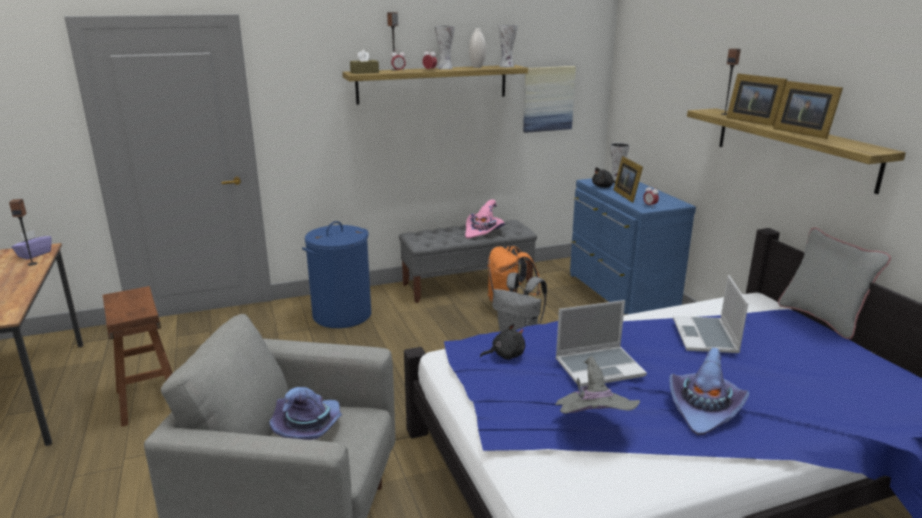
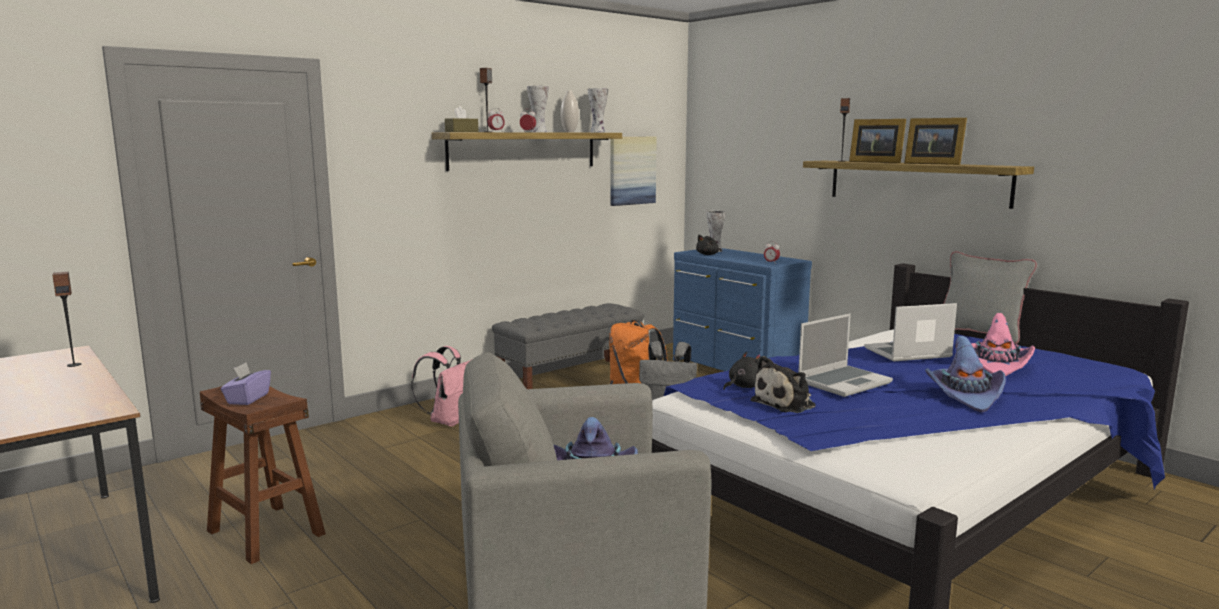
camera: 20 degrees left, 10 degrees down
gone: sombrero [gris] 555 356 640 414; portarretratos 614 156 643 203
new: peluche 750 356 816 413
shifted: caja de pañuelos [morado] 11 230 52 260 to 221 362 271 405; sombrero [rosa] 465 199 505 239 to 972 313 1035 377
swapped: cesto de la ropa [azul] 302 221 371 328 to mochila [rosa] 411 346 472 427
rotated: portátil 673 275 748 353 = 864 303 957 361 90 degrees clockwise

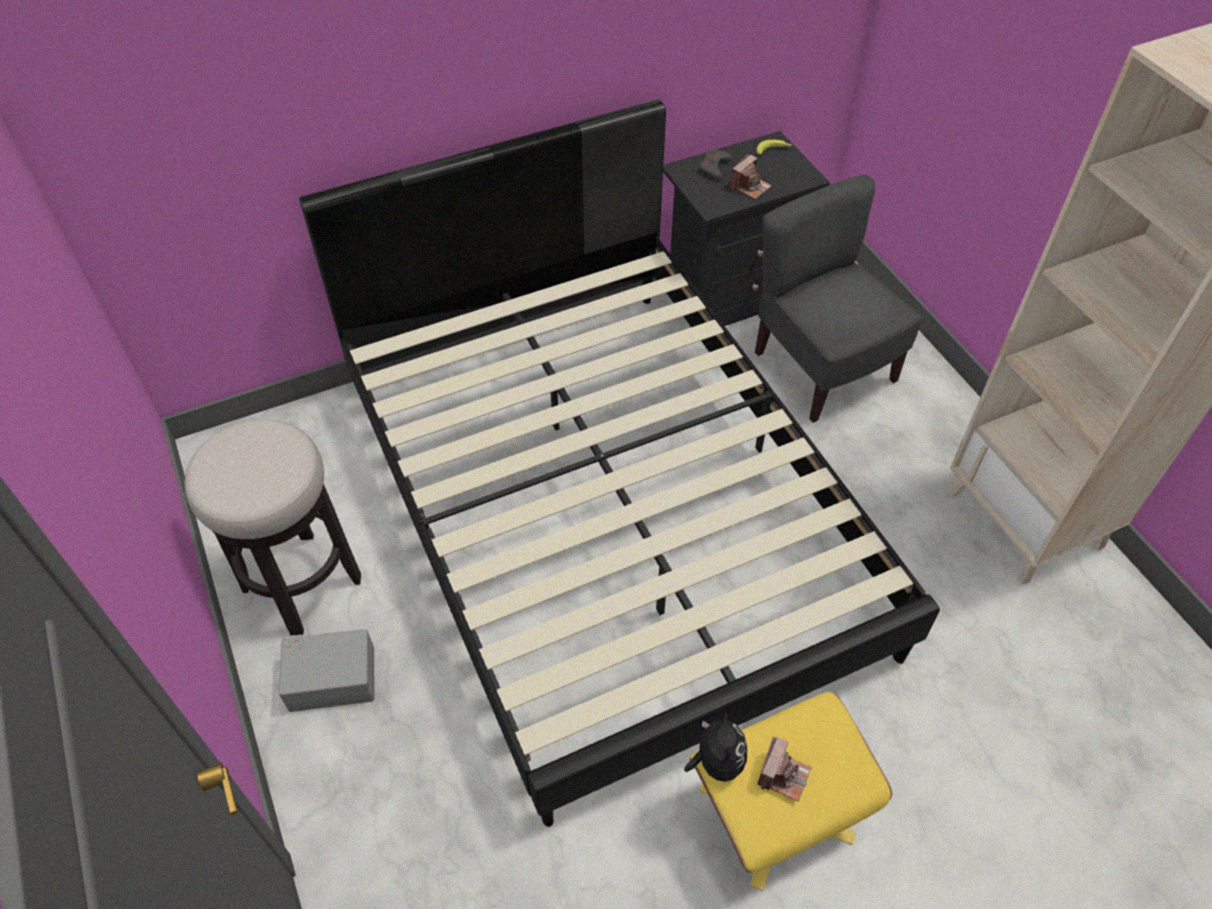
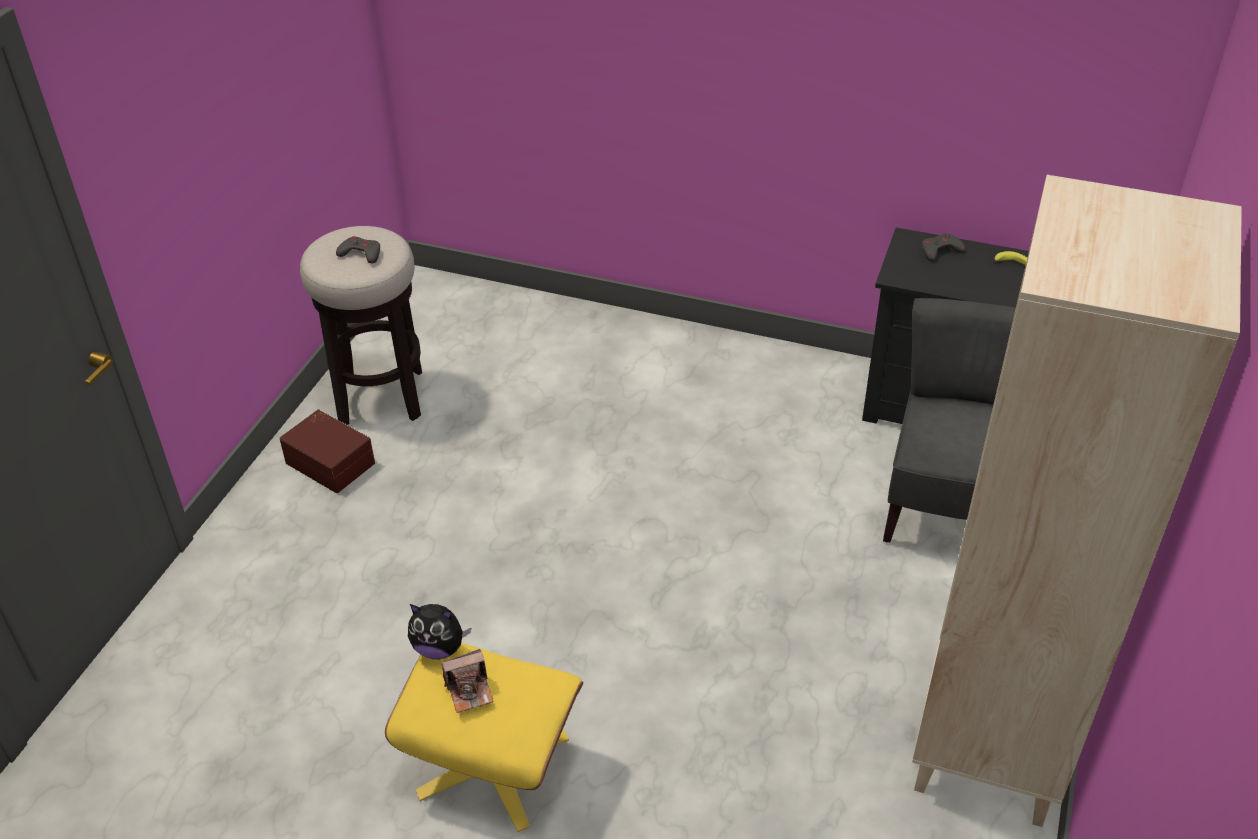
camera: 45 degrees right, 10 degrees down
gone: cama [negro] 299 99 940 827; cámara 730 154 772 199
new: mando de consola [gris] 336 236 380 264
repainted: caja de almacenaje [gris] 279 629 374 712 to caja de almacenaje [marrón] 280 410 375 493
rotated: peluche 684 712 747 782 = 408 604 471 659 60 degrees clockwise

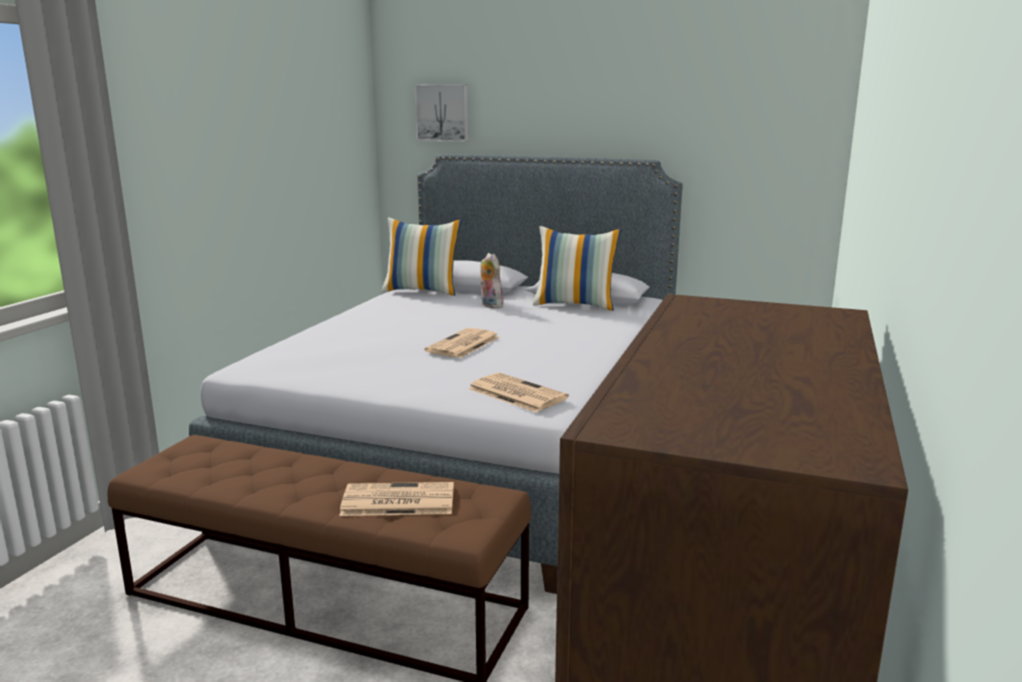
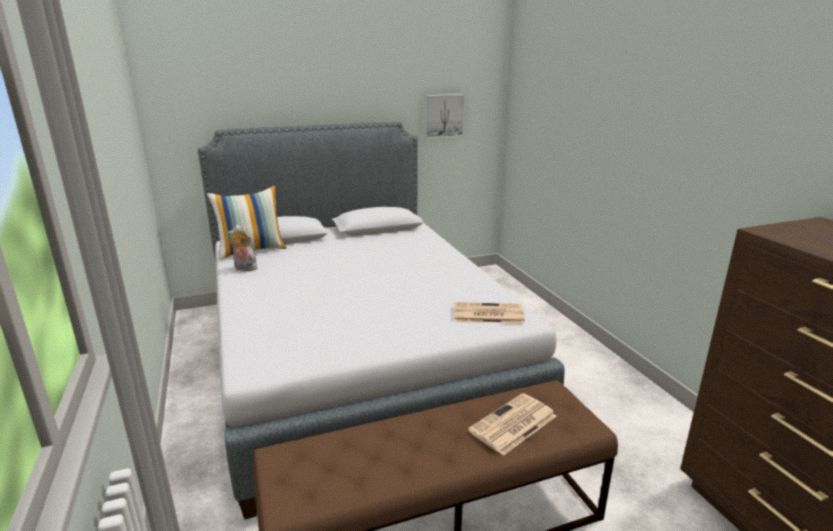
camera: 40 degrees left, 5 degrees up
gone: periódico 424 328 499 358; cojín 533 226 621 311
shifted: cuadro 415 84 469 142 to 424 94 465 139; peluche 480 253 504 308 to 227 225 258 271

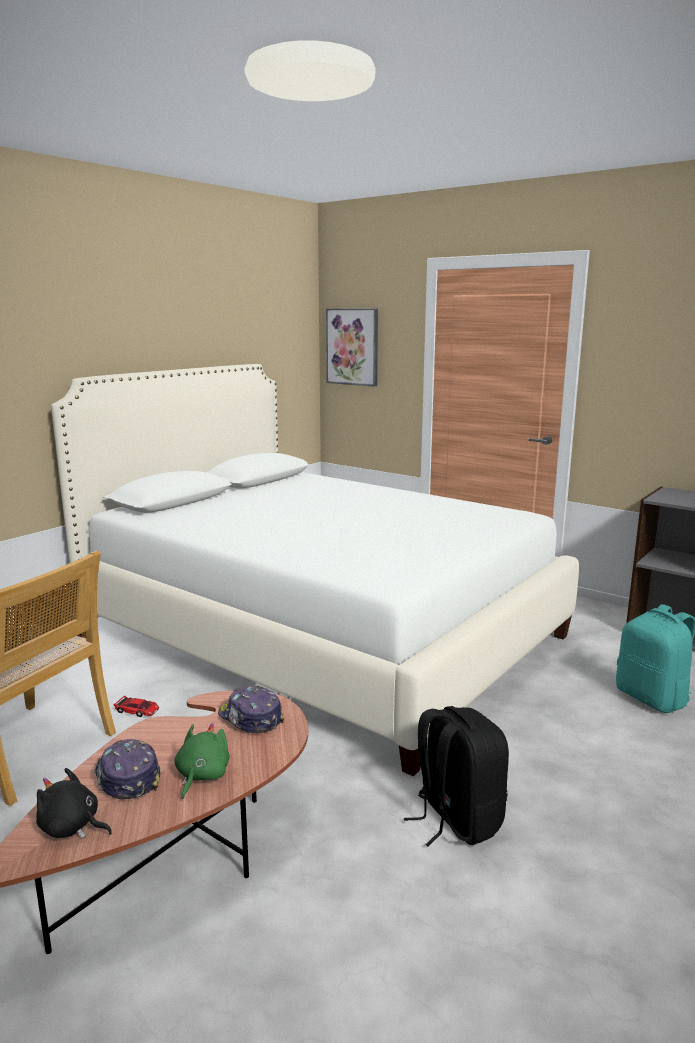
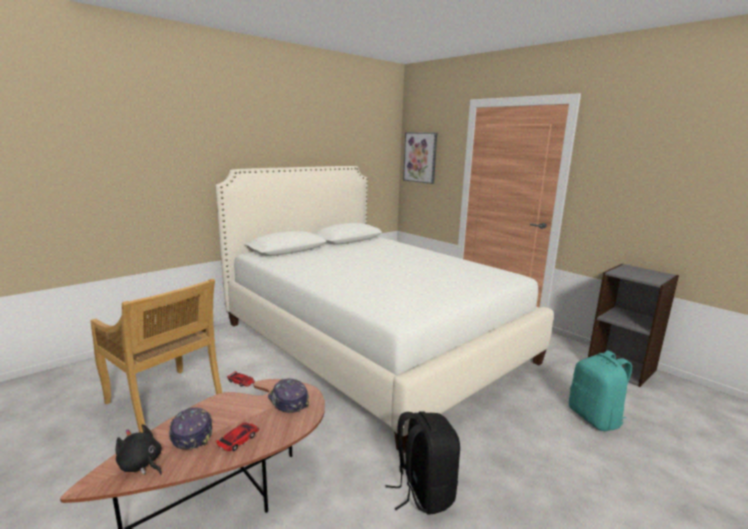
camera: 10 degrees right, 0 degrees up
swapped: peluche [verde] 174 723 230 799 to coche de juguete 216 422 259 451

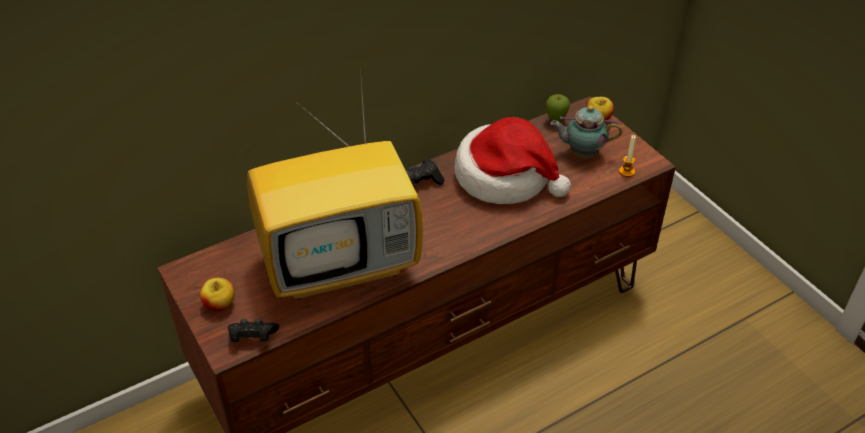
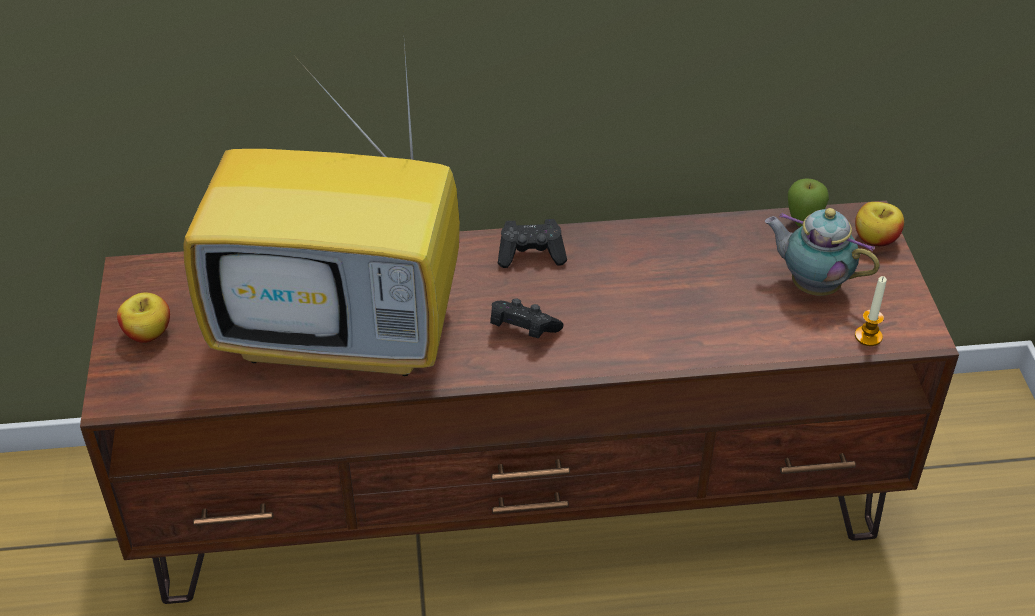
camera: 25 degrees right, 0 degrees up
gone: sombrero 454 117 571 204
shifted: mando de consola [negro] 228 319 279 342 to 490 298 564 338

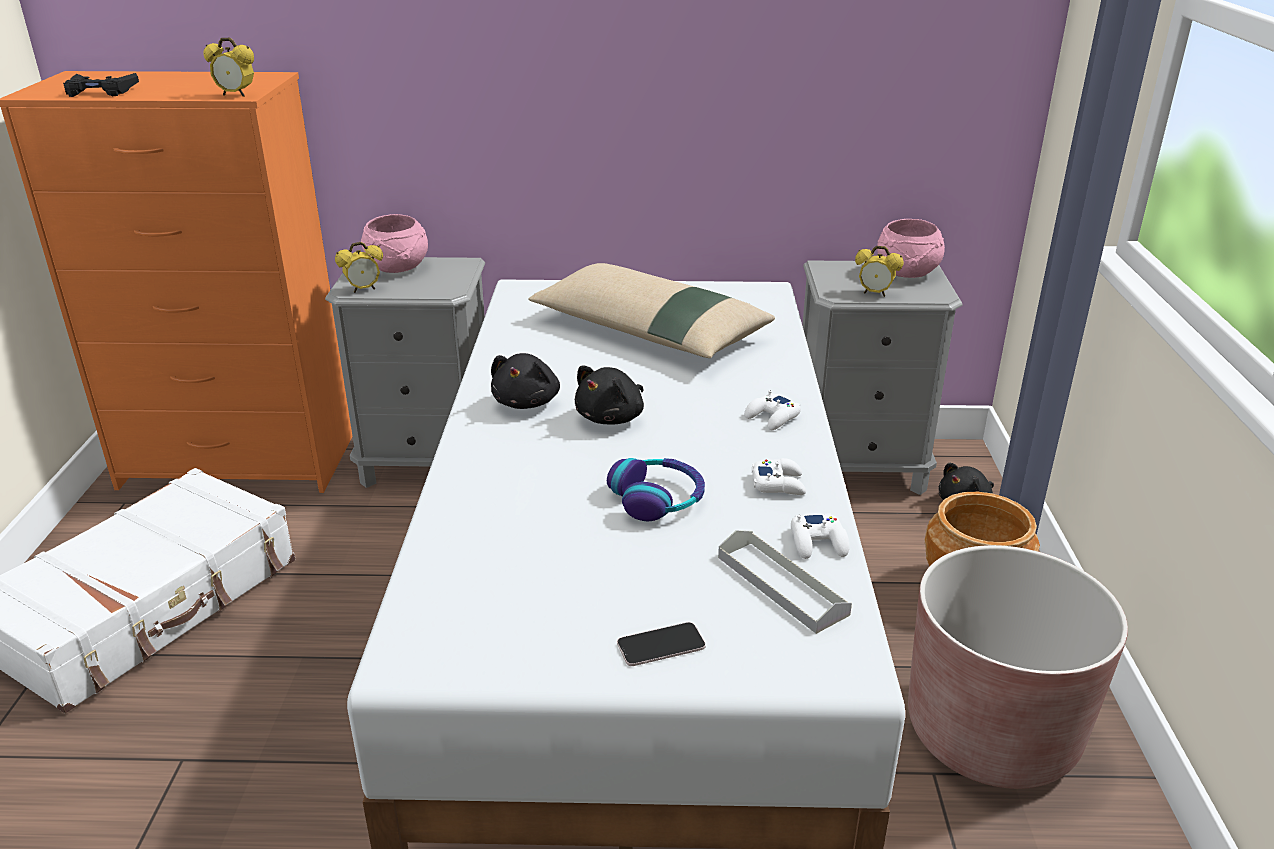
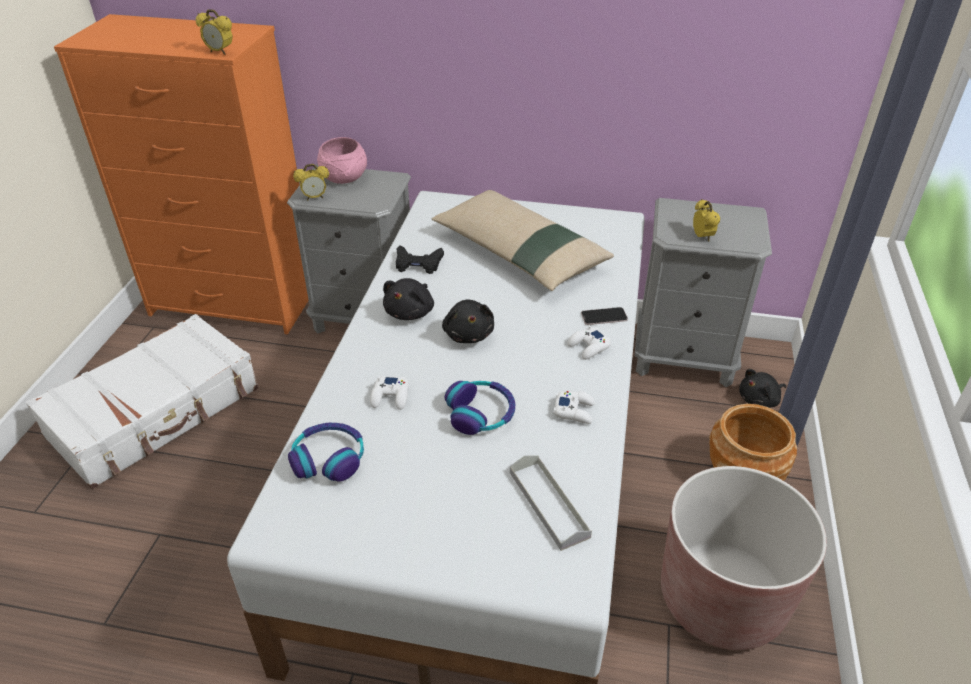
camera: 10 degrees right, 10 degrees up
gone: cuenco [rosa] 877 219 945 278
new: auriculares 288 423 364 482
shifted: mando de consola [negro] 63 73 139 97 to 396 245 444 274; móvil 617 622 706 666 to 581 307 628 325; mando de consola [blanco] 791 513 850 559 to 370 376 409 410
rotated: peluche [negro] 575 365 644 425 = 442 300 494 343 60 degrees counterclockwise; despertador 855 246 904 297 = 693 199 720 242 135 degrees counterclockwise

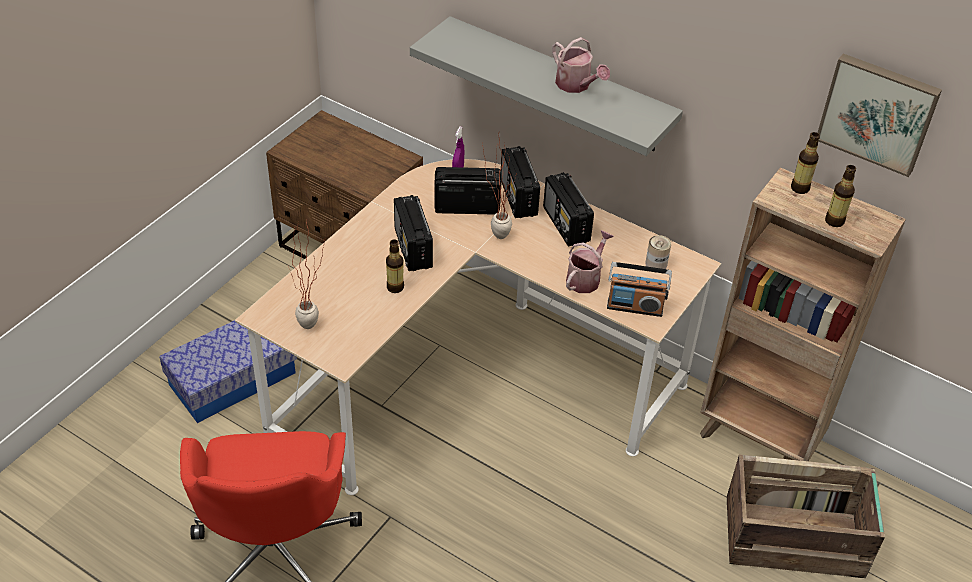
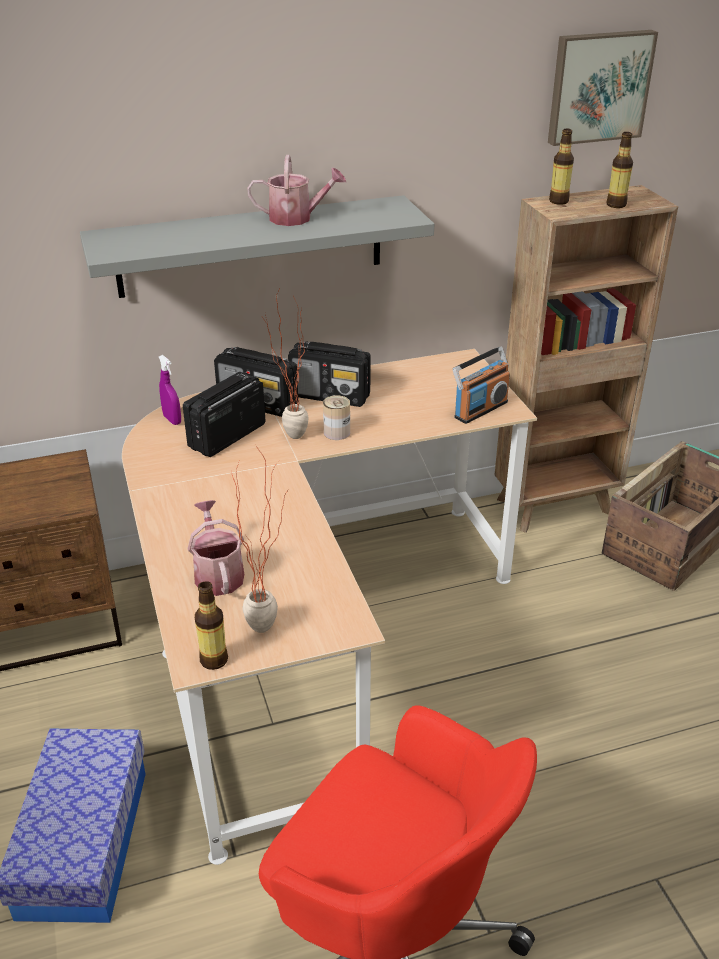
camera: 50 degrees left, 10 degrees down
gone: radio 394 195 433 271
shifted: botella 386 239 404 293 to 195 581 228 670; regadera 566 230 614 293 to 187 500 244 596; lata 645 235 671 269 to 323 395 350 440

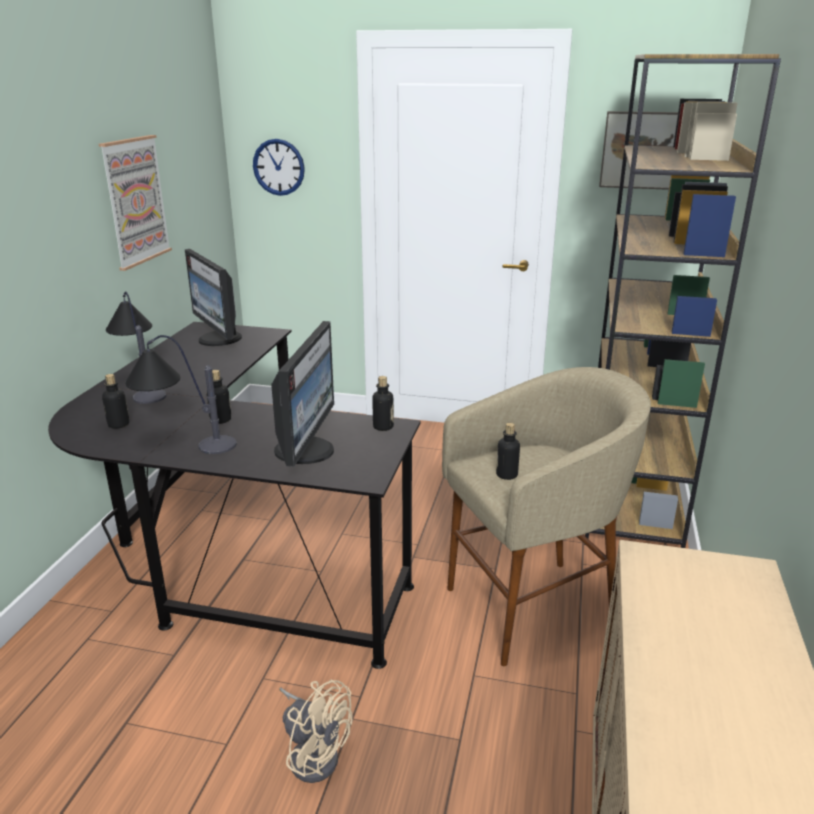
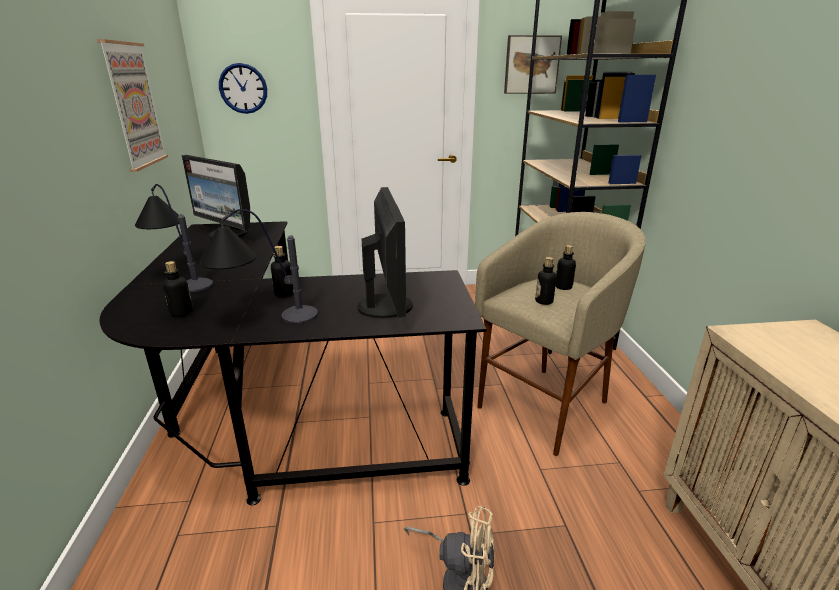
camera: 20 degrees left, 0 degrees up
shifted: botella 372 376 394 431 to 556 245 576 290

